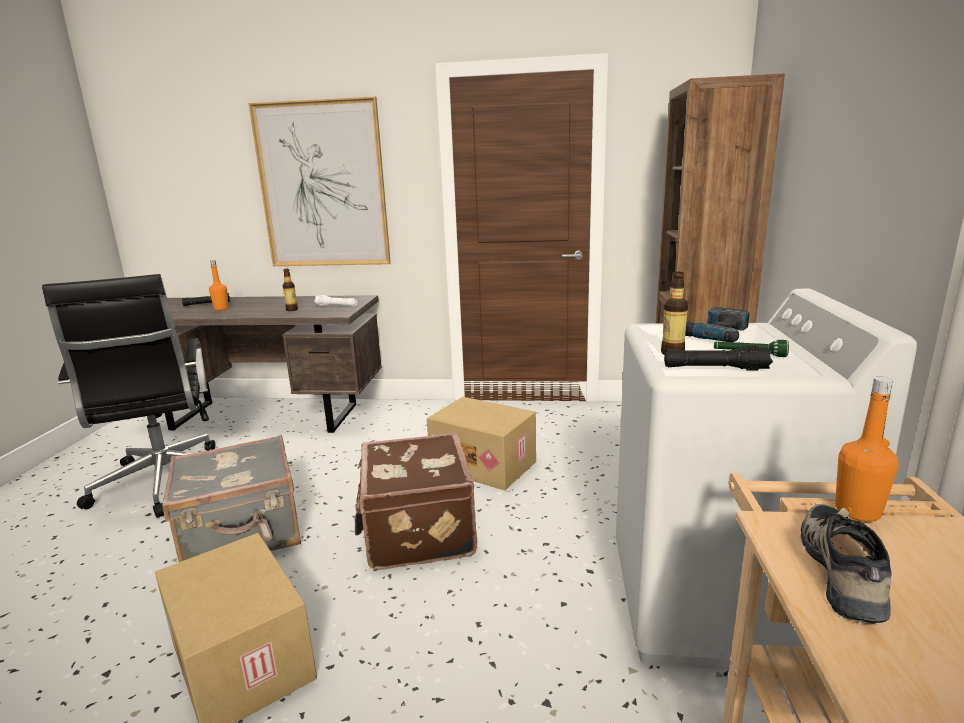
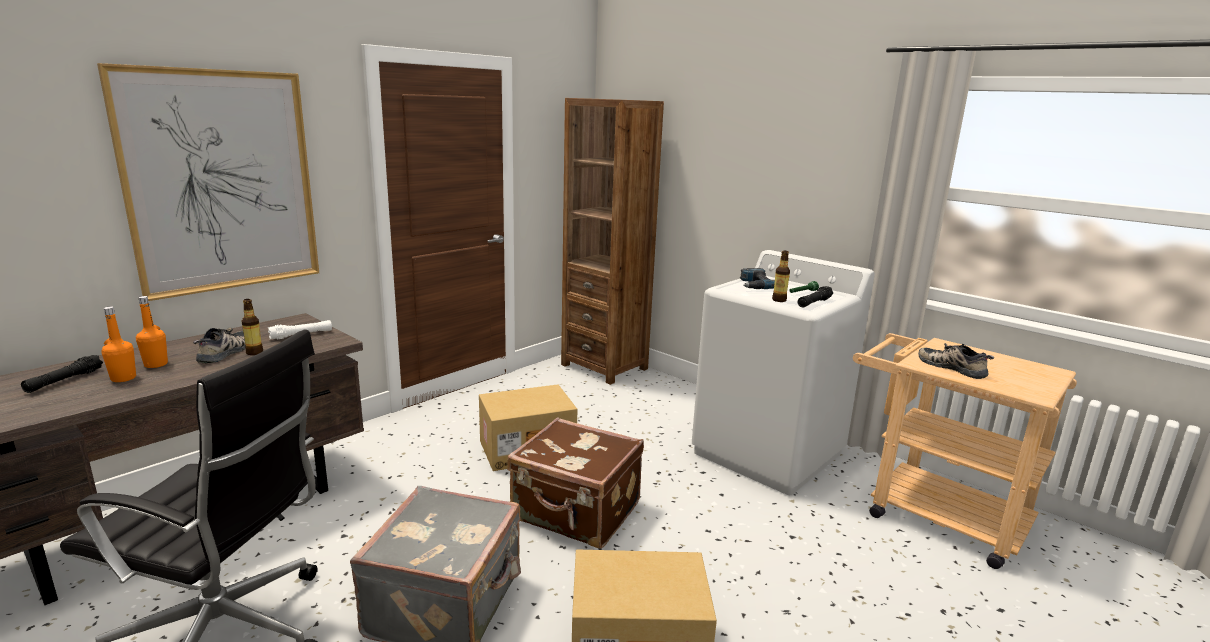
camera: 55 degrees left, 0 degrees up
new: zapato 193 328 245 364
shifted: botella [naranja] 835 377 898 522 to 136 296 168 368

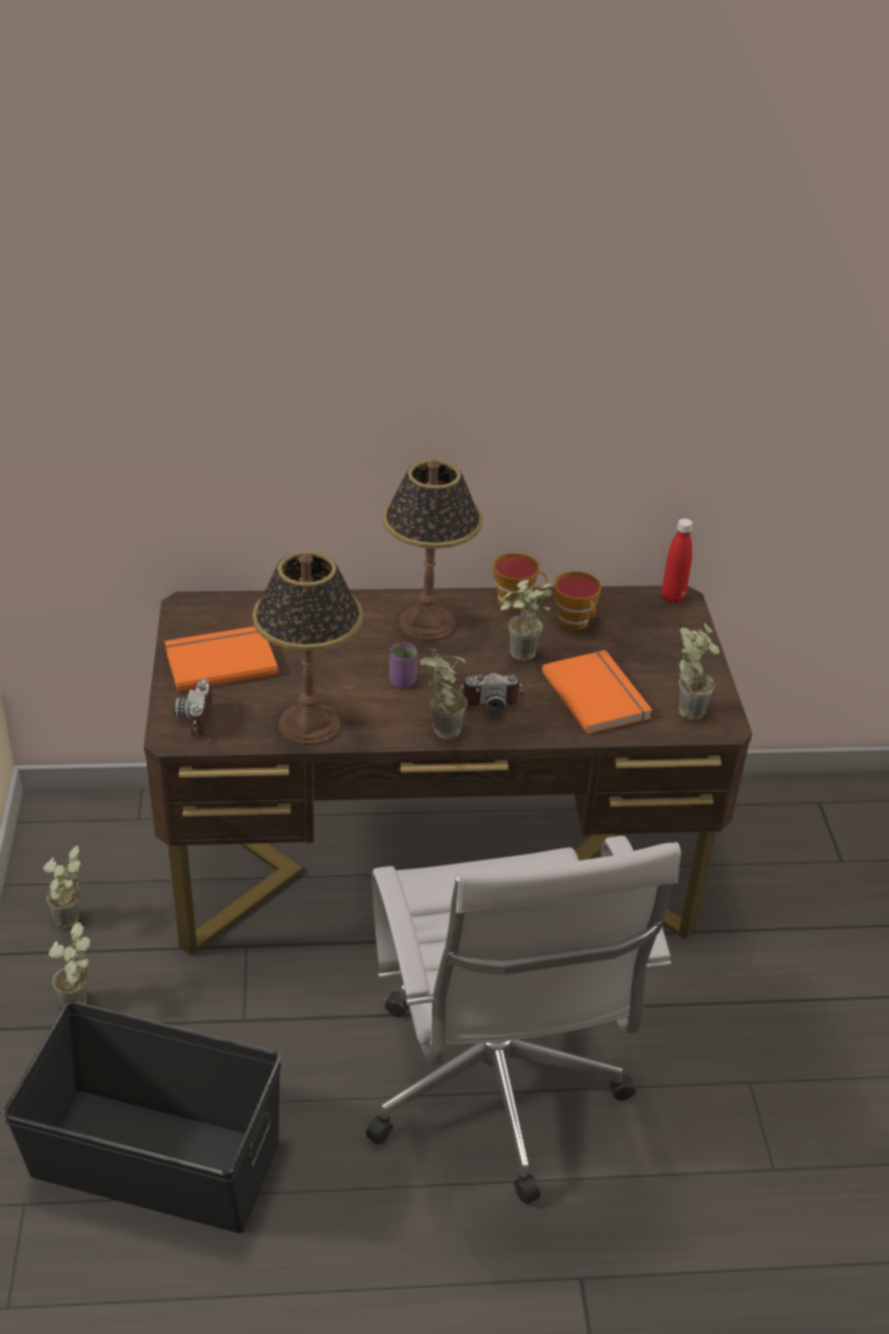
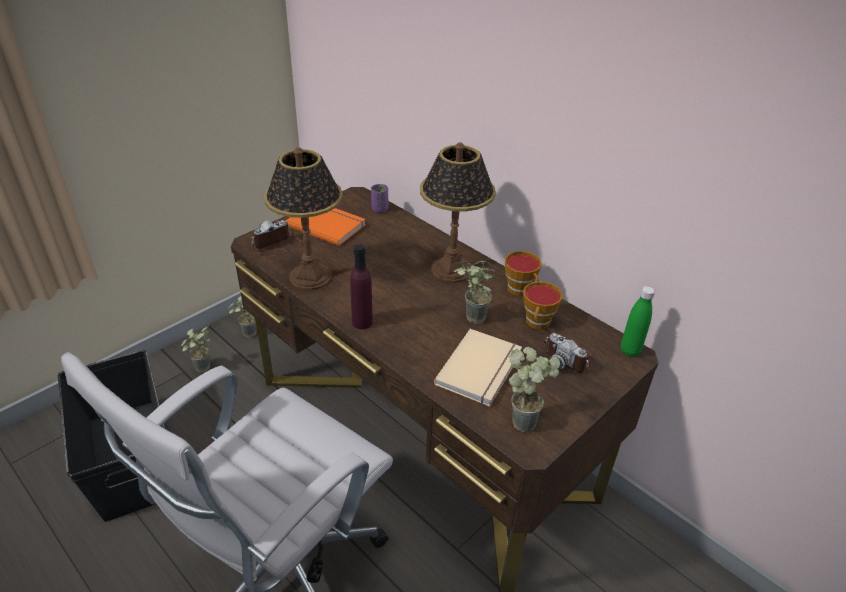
camera: 50 degrees right, 0 degrees up
shifted: taza [morado] 389 643 417 688 to 371 184 388 212; cámara 451 673 524 712 to 543 333 593 373
swapped: planta en maceta 420 647 467 739 to botella [morado] 350 244 373 329
repainted: libro [naranja] 542 650 652 734 to libro [beis] 434 329 522 407; botella [rojo] 662 518 693 604 to botella [verde] 621 286 655 357

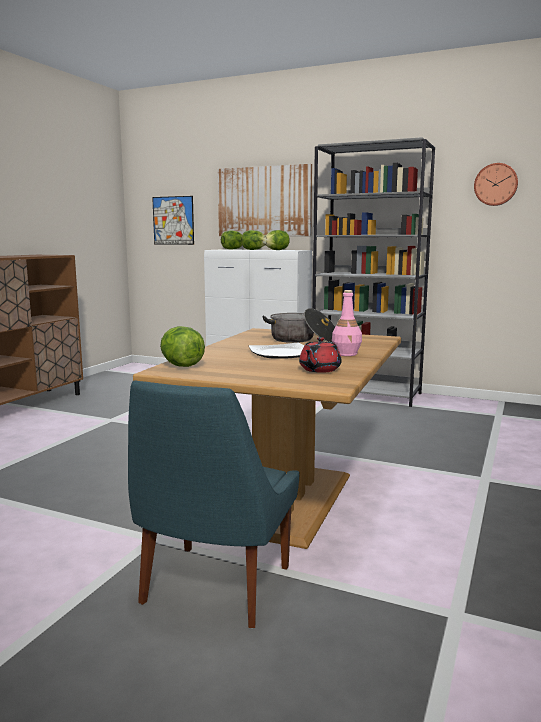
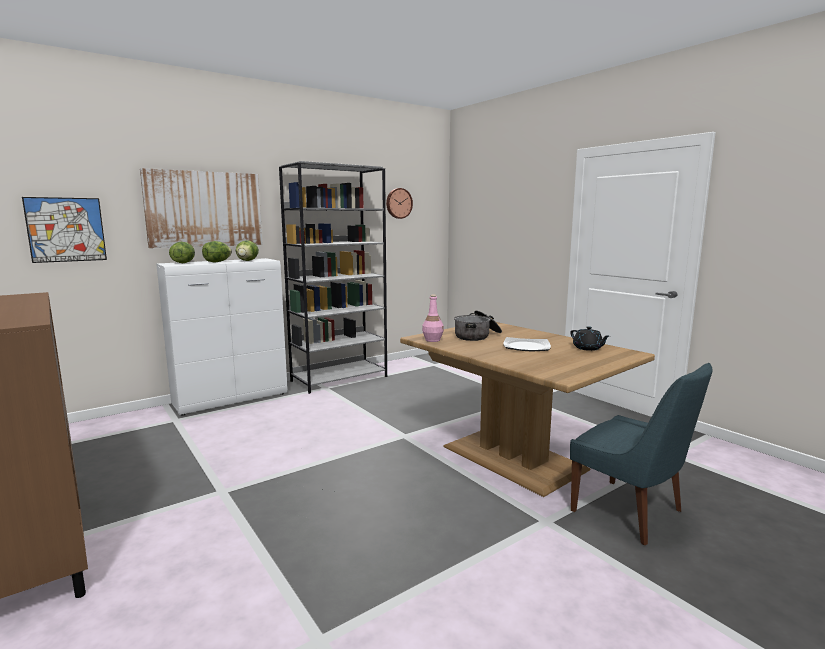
camera: 60 degrees left, 0 degrees up
gone: lechuga 160 326 205 367
shifted: botella [rosa] 332 290 362 356 to 422 295 444 342
repainted: tetera [rojo] 299 337 342 373 to tetera [negro] 571 326 609 351

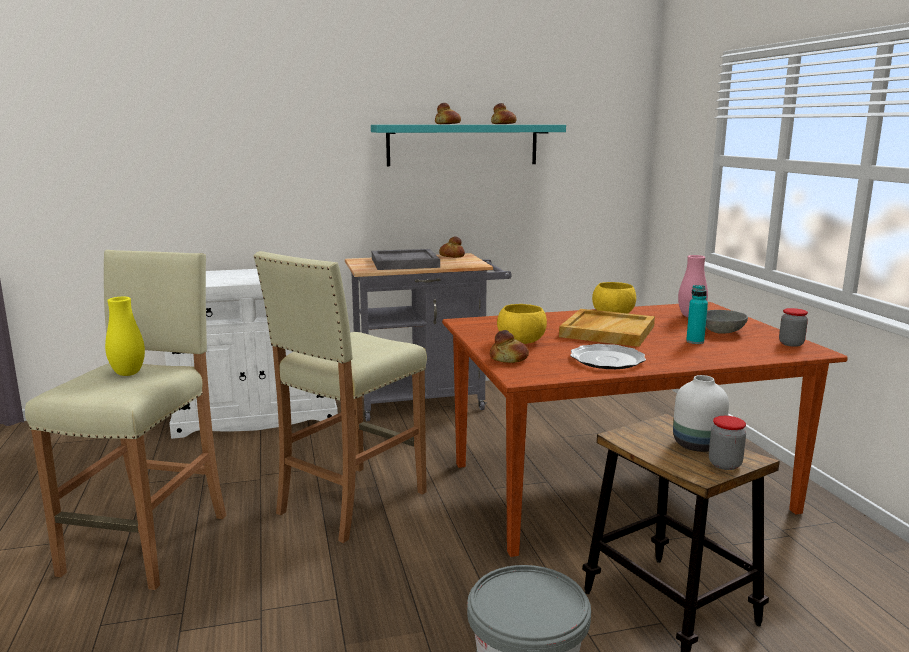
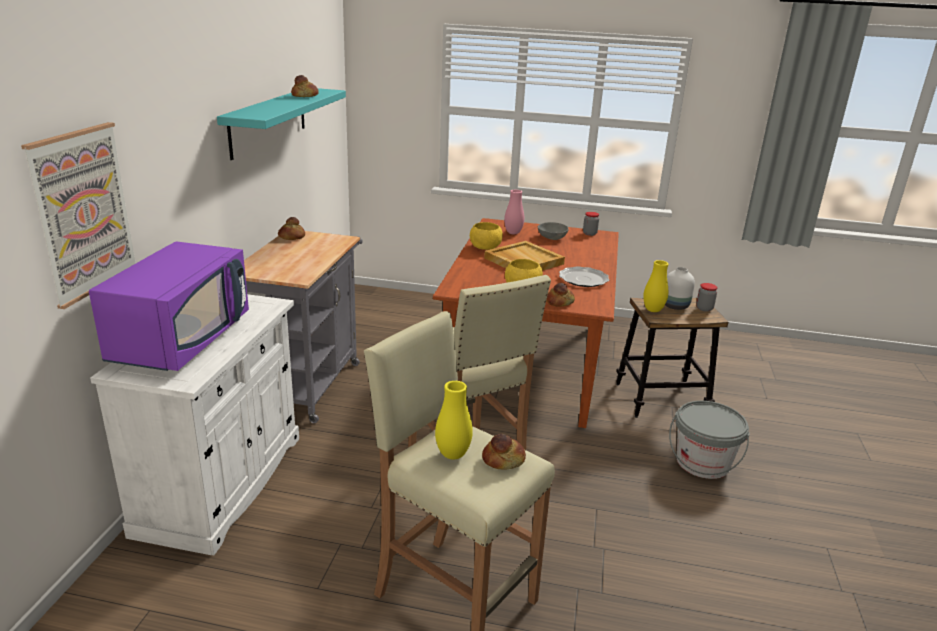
camera: 65 degrees left, 10 degrees up
gone: bandeja [gris] 372 249 440 270; botella [turquesa] 686 285 708 344
new: cuadro 21 122 136 309; microondas [morado] 89 241 249 371; florero [amarillo] 643 260 668 312
shifted: pan 435 103 461 124 to 482 434 526 469

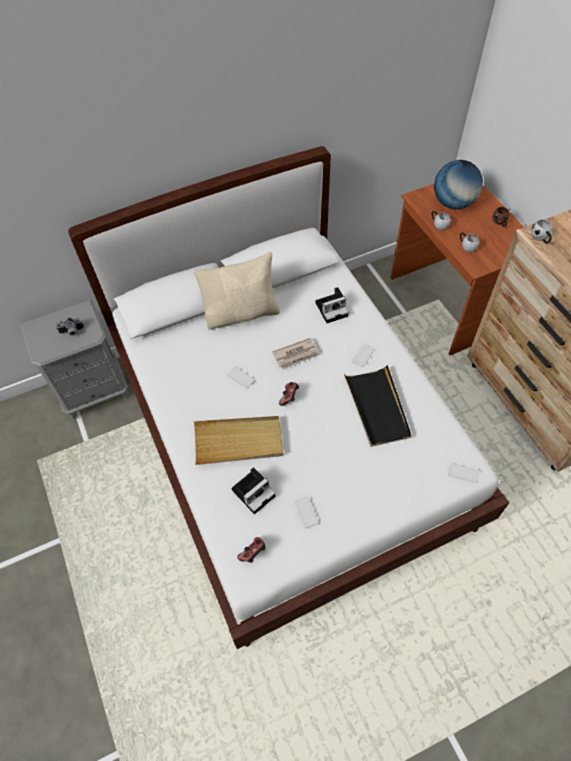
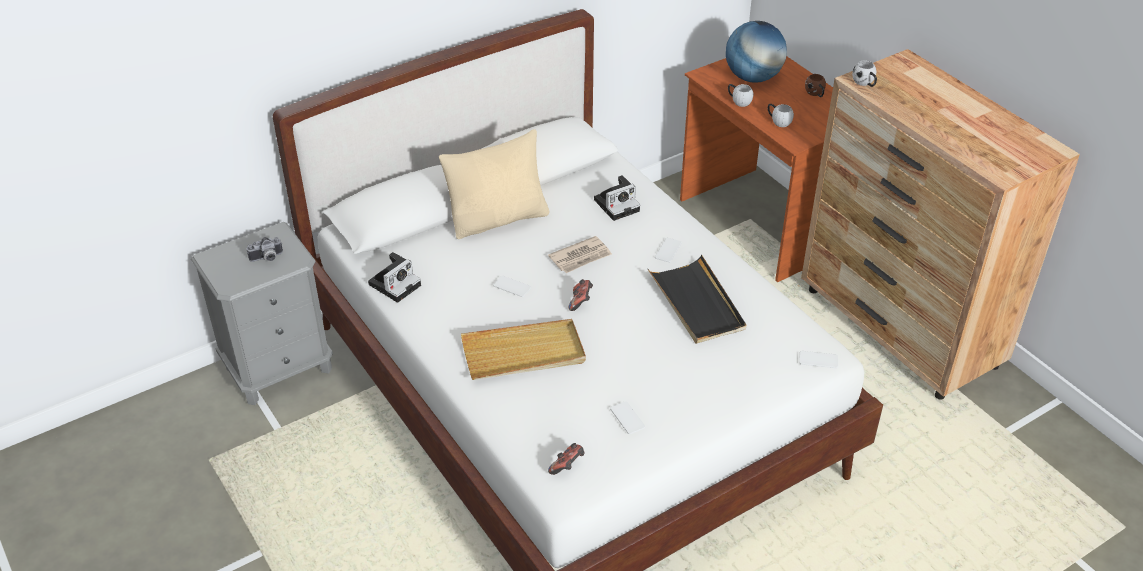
camera: 10 degrees left, 15 degrees down
shifted: cámara 231 467 275 514 to 368 252 421 303

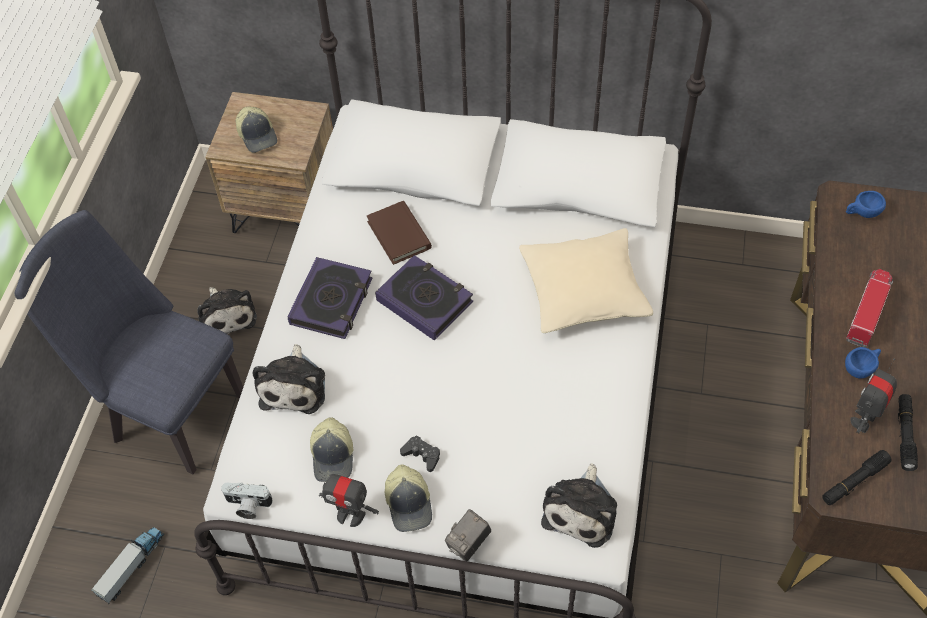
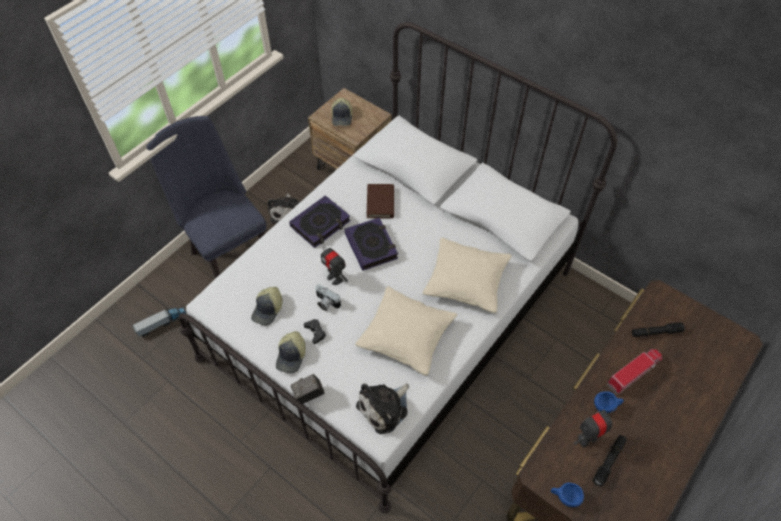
camera: 25 degrees right, 0 degrees up
gone: peluche 253 344 325 414
new: cojín [beis] 355 286 457 376
shifted: cámara 221 483 273 519 to 316 284 341 311; robot de juguete 319 471 379 527 to 321 242 348 285; linterna [negro] 822 450 892 505 to 632 322 685 337; taza [azul] 846 191 886 218 to 551 483 584 507

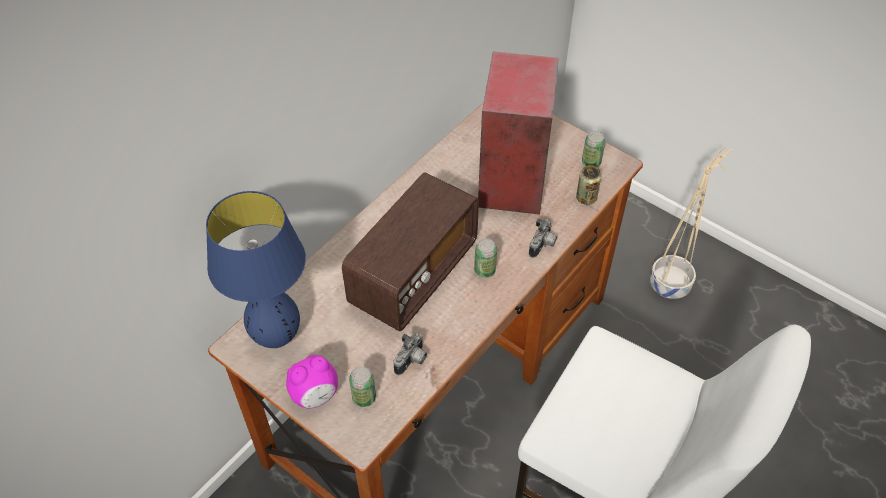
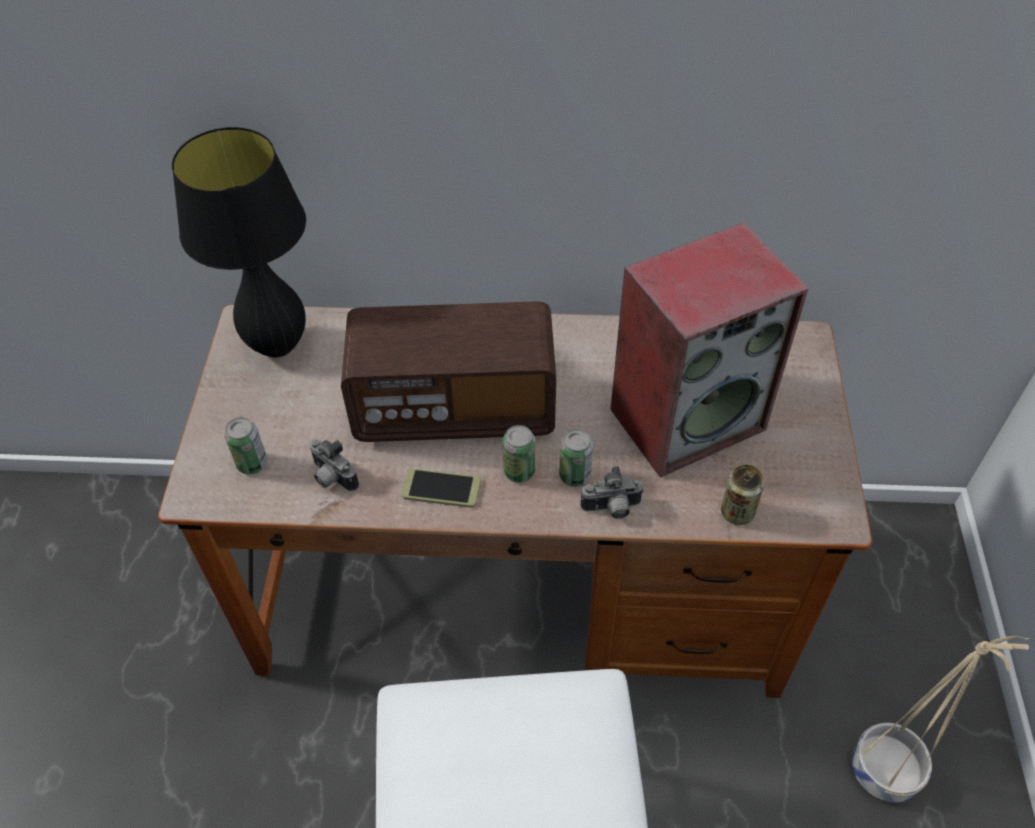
camera: 55 degrees right, 0 degrees up
gone: despertador 286 355 338 409
new: móvil 401 468 481 508
shifted: lata 582 131 606 167 to 559 429 593 487
repainted: lámpara de mesa [azul] 206 191 306 348 to lámpara de mesa [negro] 172 127 306 357
rotated: cámara 393 333 427 375 = 310 439 359 491 45 degrees clockwise

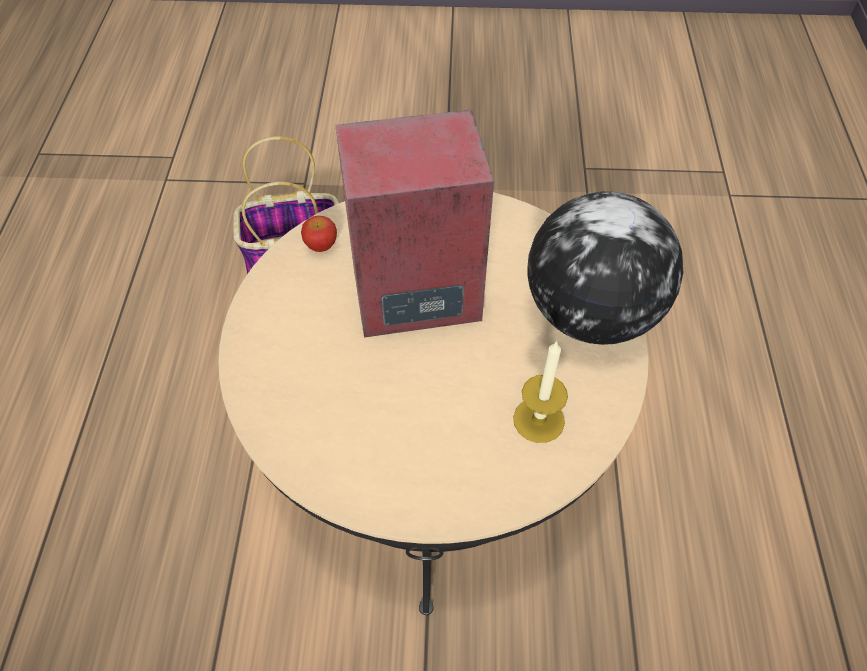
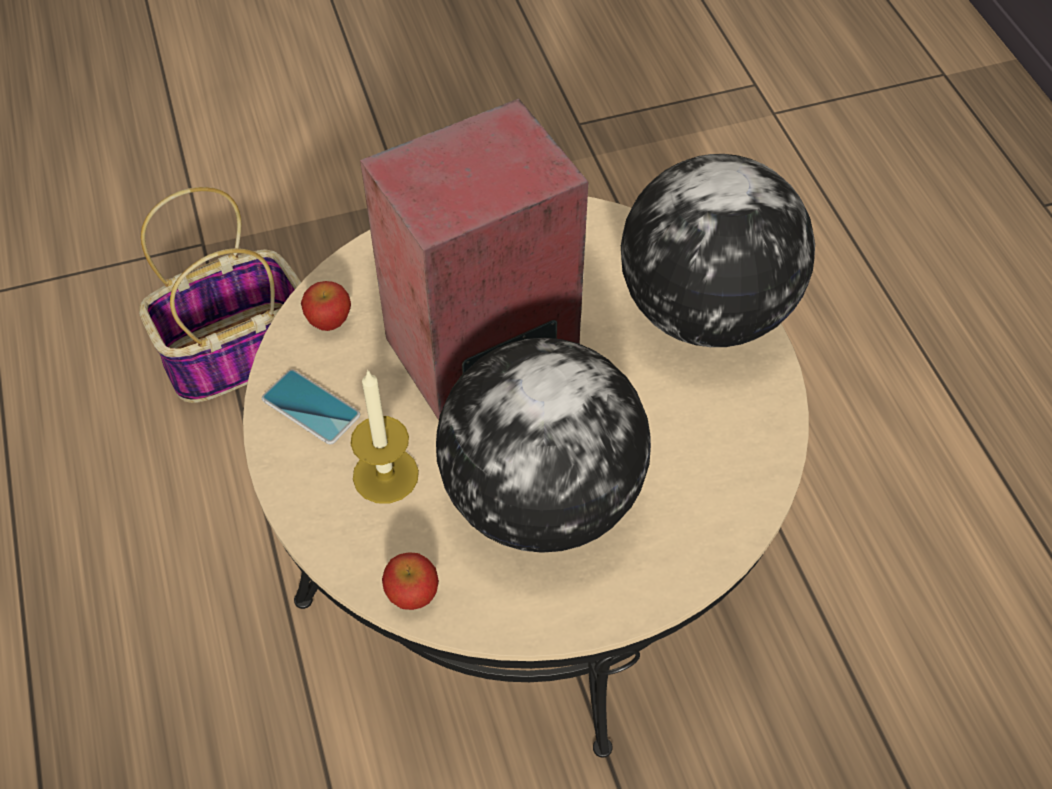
camera: 20 degrees left, 0 degrees up
new: móvil 262 369 360 444; manzana 382 552 439 610; globo terráqueo 436 338 651 553
shifted: vela 513 340 568 443 to 350 369 419 504

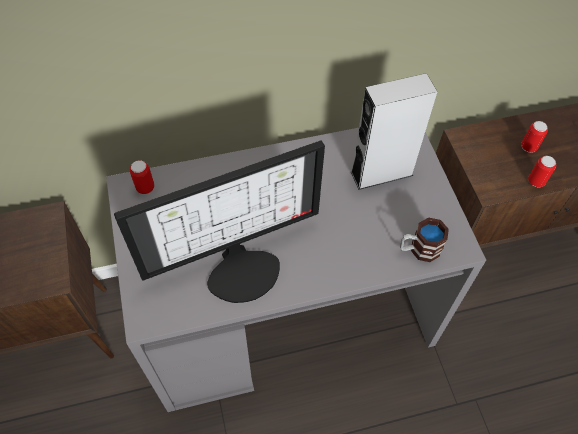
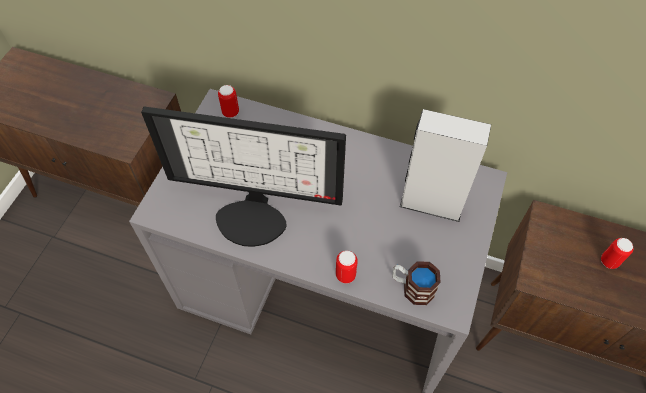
camera: 35 degrees right, 0 degrees up
shifted: lata 528 156 556 187 to 336 251 358 284

